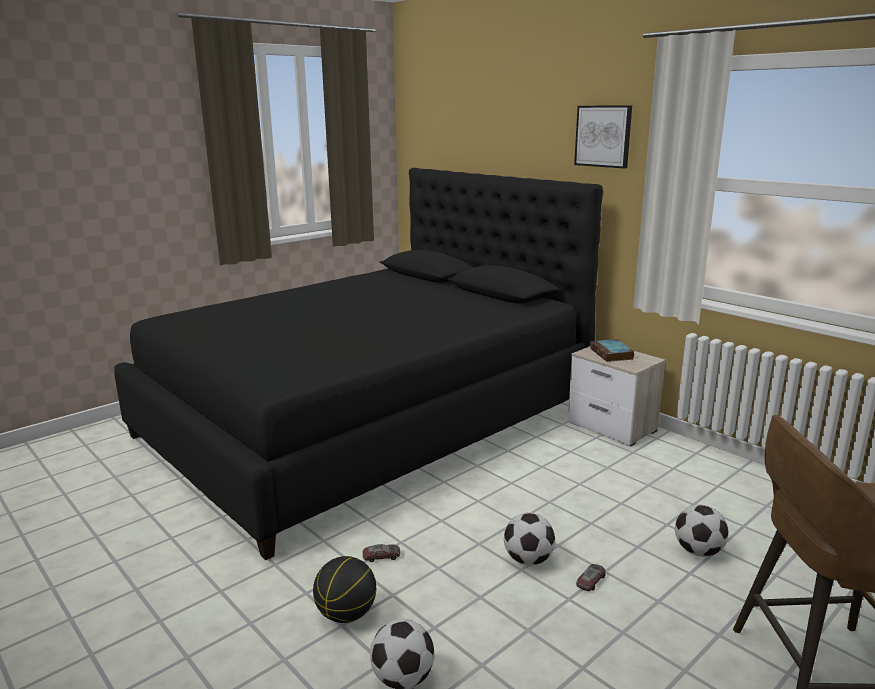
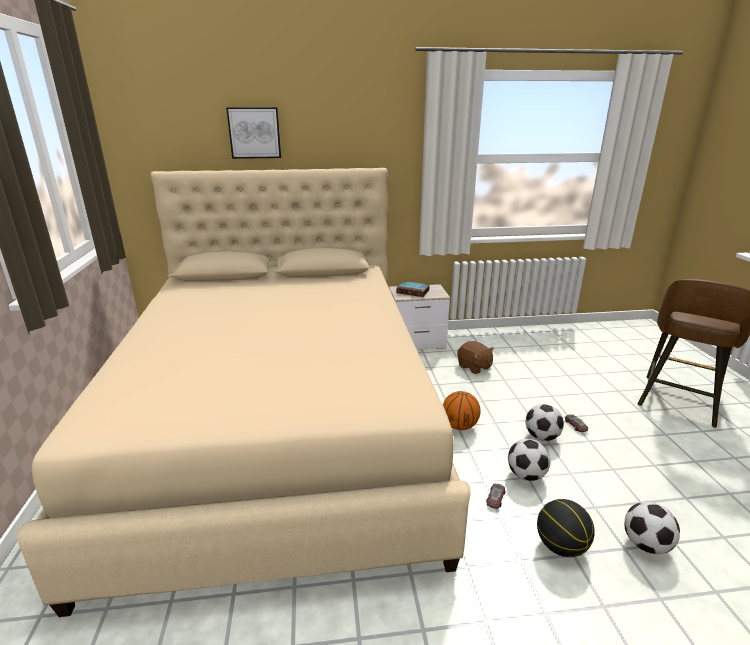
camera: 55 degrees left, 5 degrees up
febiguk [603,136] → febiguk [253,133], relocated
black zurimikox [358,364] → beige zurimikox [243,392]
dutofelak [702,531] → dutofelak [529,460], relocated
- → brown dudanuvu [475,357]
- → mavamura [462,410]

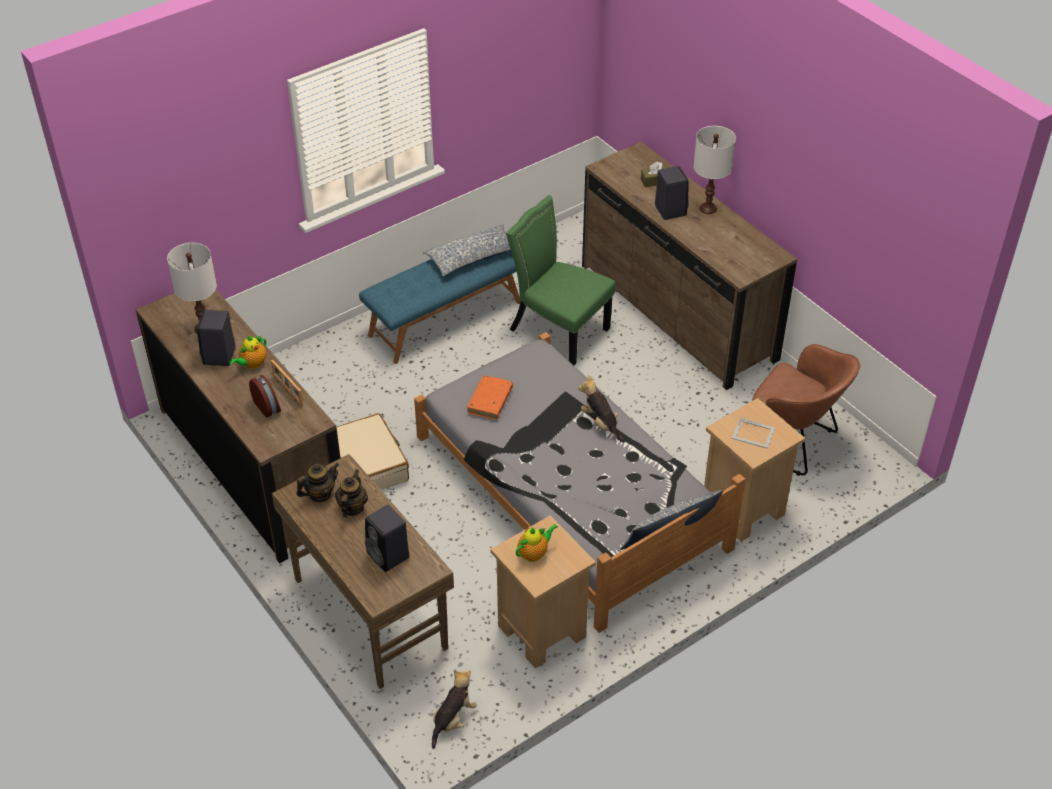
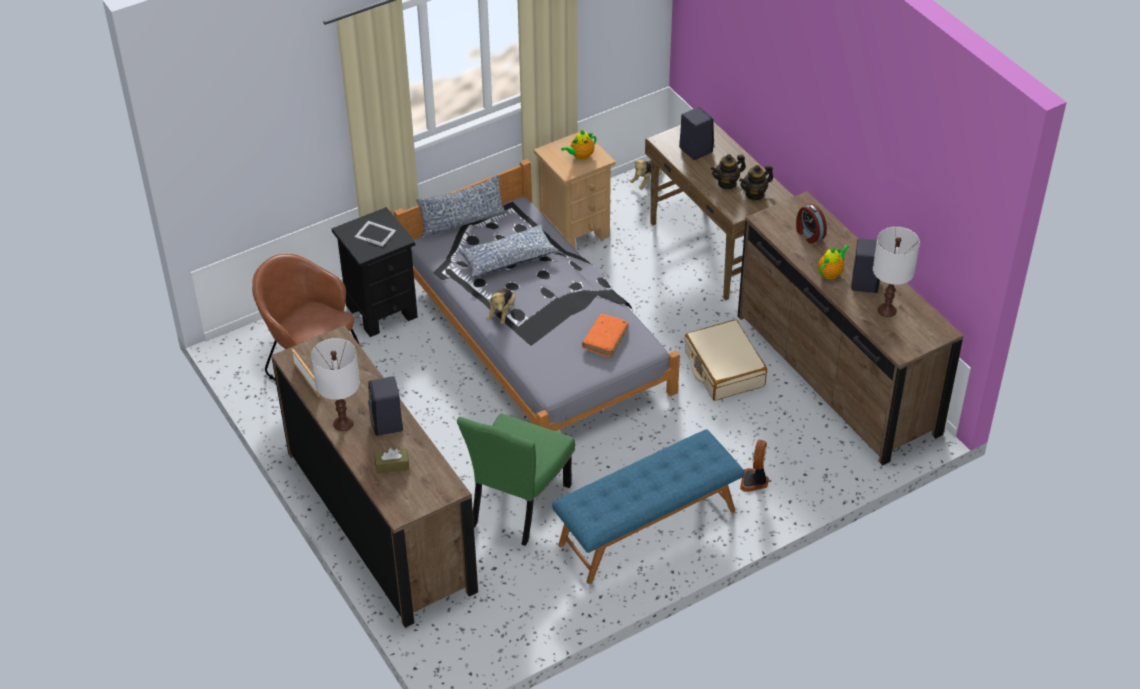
camera: 175 degrees left, 0 degrees up
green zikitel [561,280] → green zikitel [516,480], 75 degrees clockwise
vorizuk [467,250] → vorizuk [508,251], relocated
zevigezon [287,383] → zevigezon [305,373], relocated
dudanuvu [601,409] → dudanuvu [500,306], 45 degrees clockwise
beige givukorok [754,470] → black givukorok [375,272]
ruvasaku [351,493] → ruvasaku [728,171], 45 degrees clockwise
- → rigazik [754,466]

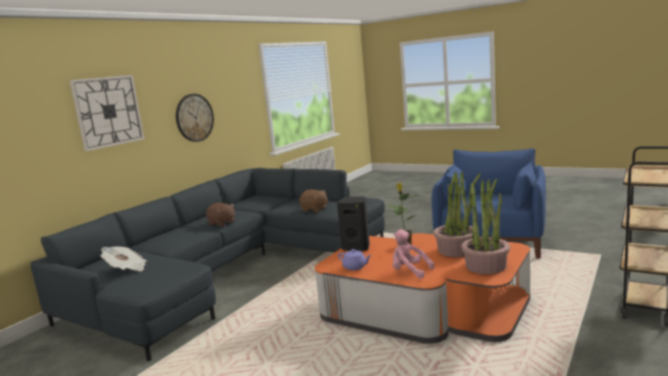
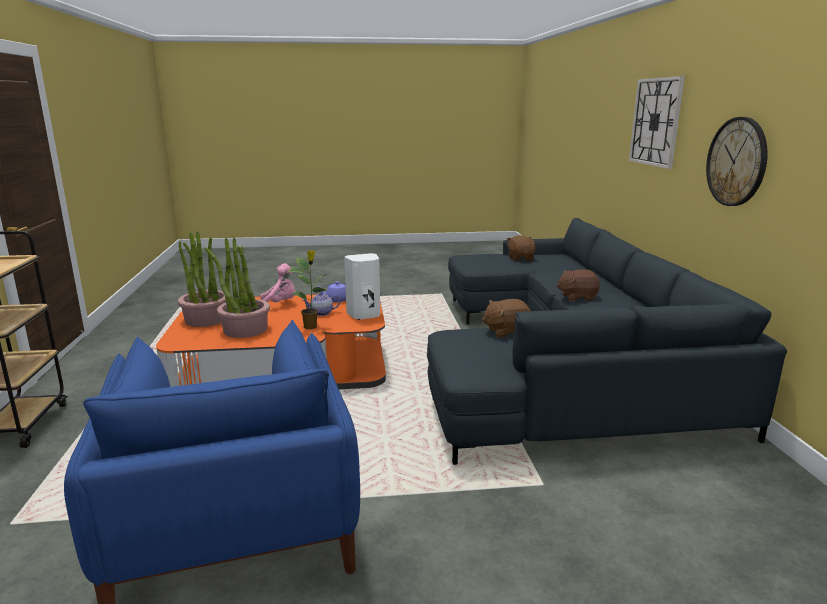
camera: 140 degrees right, 5 degrees up
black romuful [353,223] → white romuful [362,286]
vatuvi [124,258] → brown dudanuvu [521,248]
- → ruvasaku [321,304]

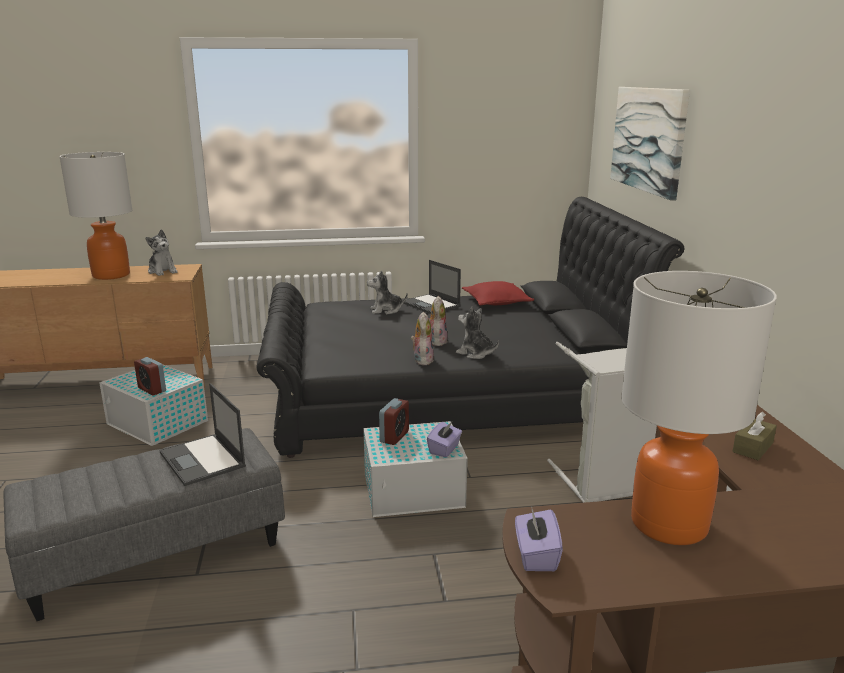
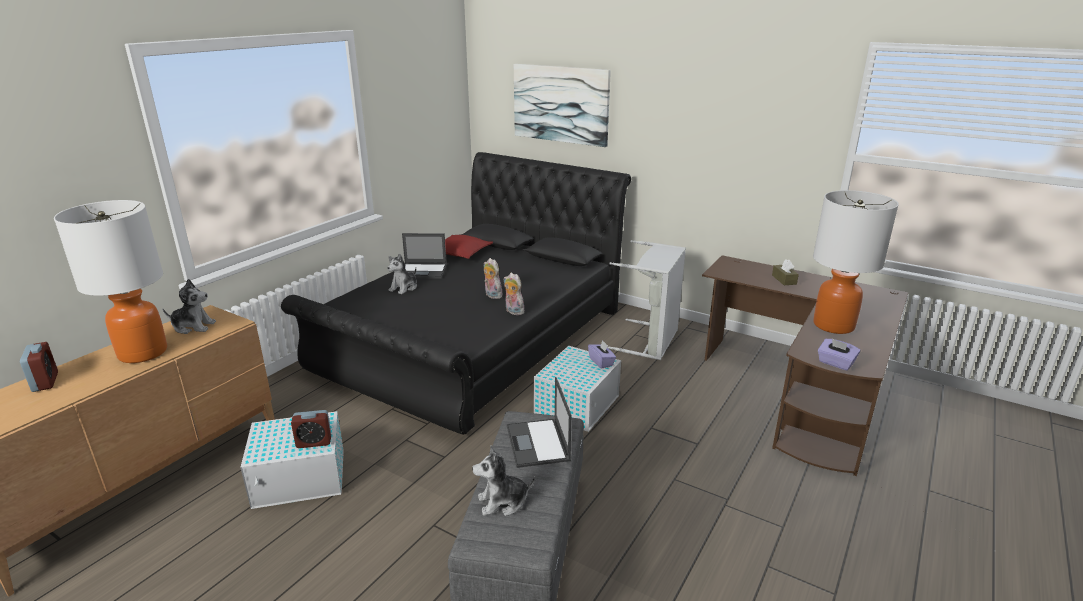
camera: 50 degrees left, 5 degrees up
dudanuvu [477,333] → dudanuvu [504,481], relocated
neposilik [202,434] → neposilik [539,422], 75 degrees clockwise
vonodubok [394,421] → vonodubok [39,367], relocated

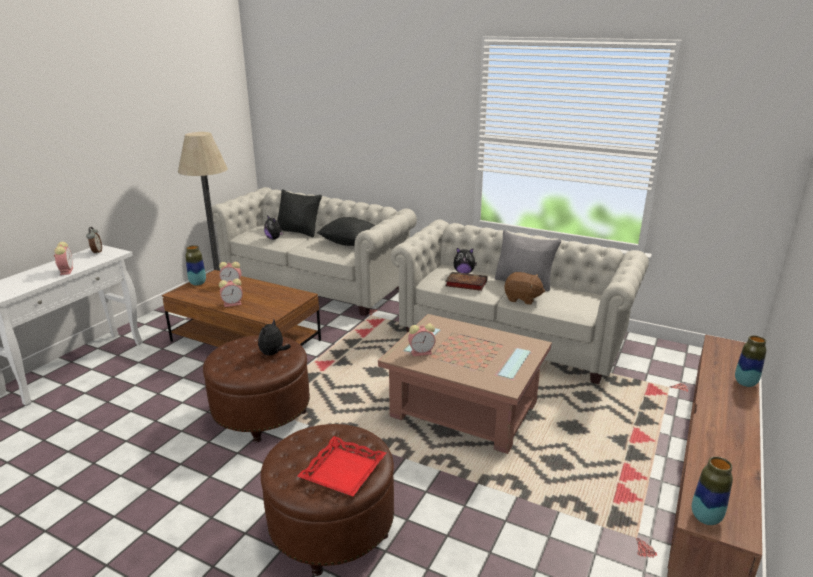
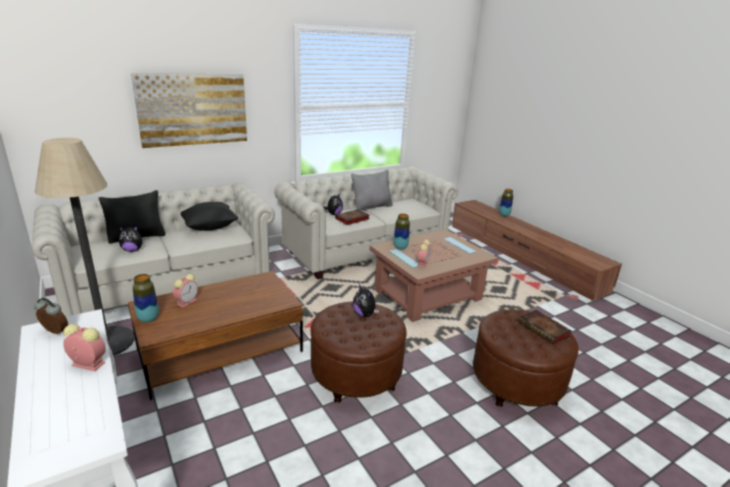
camera: 60 degrees left, 0 degrees up
brown dudanuvu [524,288] → -
vonodubok [231,293] → -
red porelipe [341,466] → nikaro [545,327]
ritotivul [712,491] → ritotivul [401,232], relocated
- → febiguk [189,111]

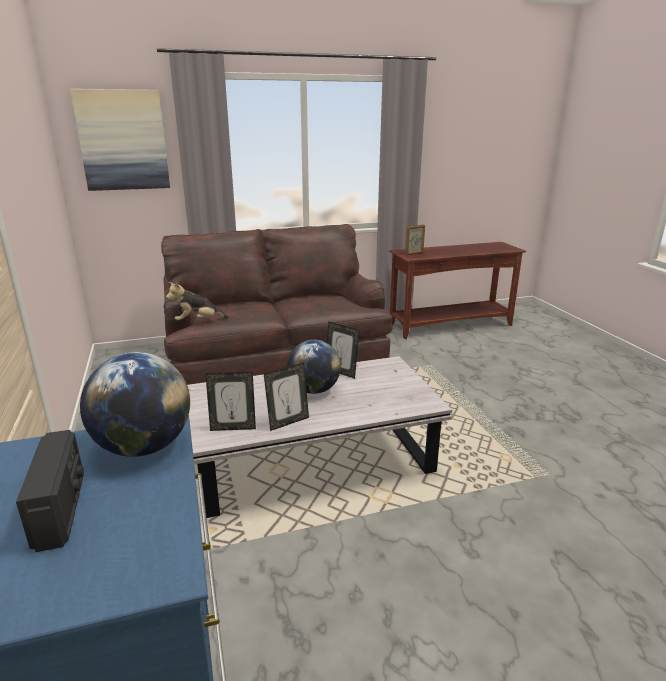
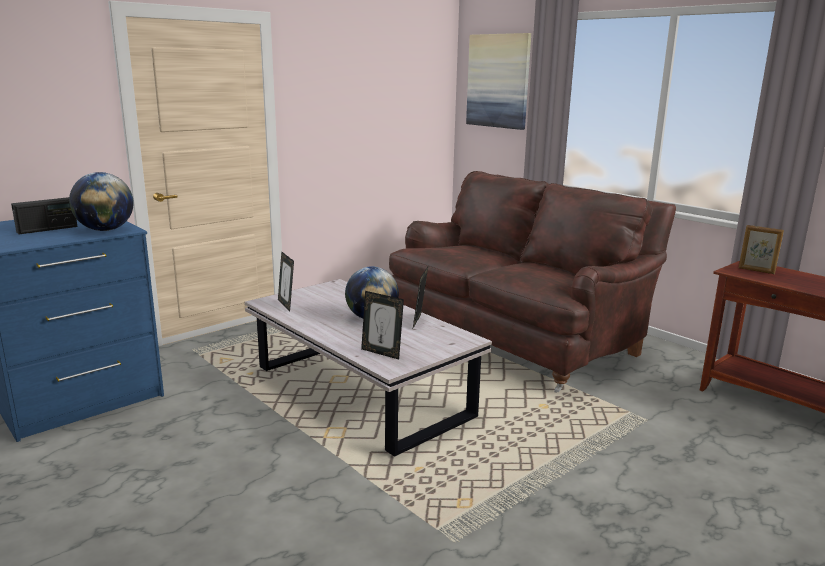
camera: 65 degrees right, 5 degrees down
dudanuvu [197,301] → -
zevigezon [286,397] → zevigezon [382,325], relocated

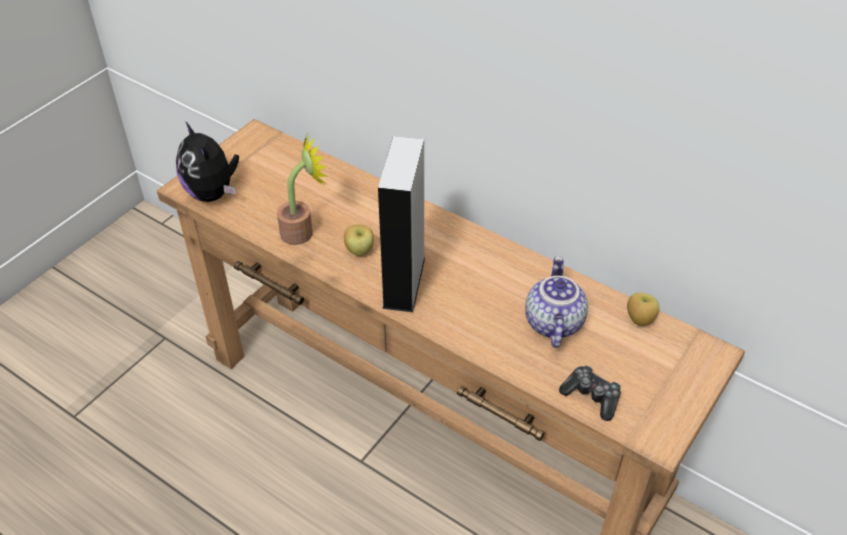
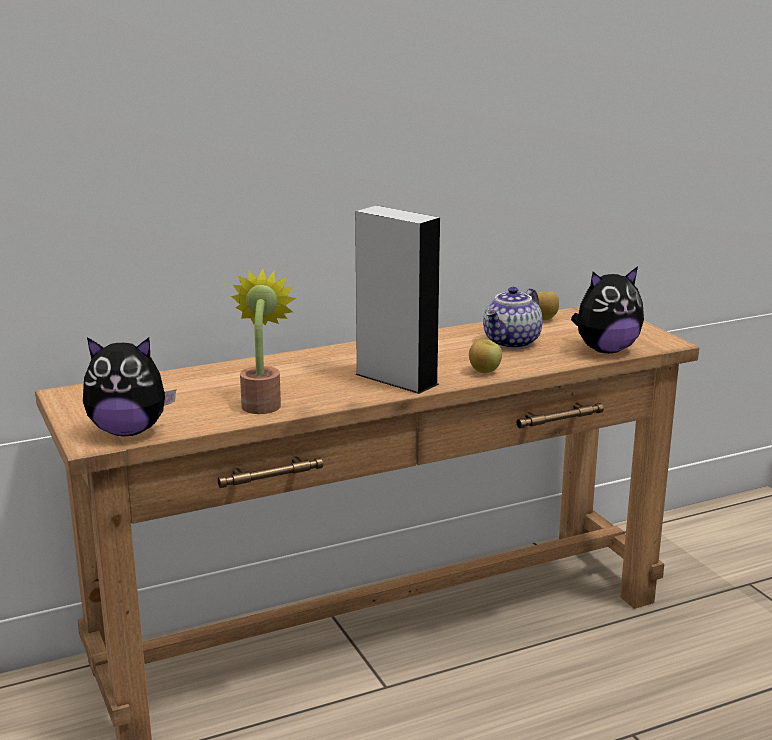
camera: 60 degrees left, 25 degrees down
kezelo [359,240] → kezelo [485,356], relocated
ruvasaku [556,302] → ruvasaku [512,318], 90 degrees counterclockwise
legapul [590,393] → dudanuvu [607,309]

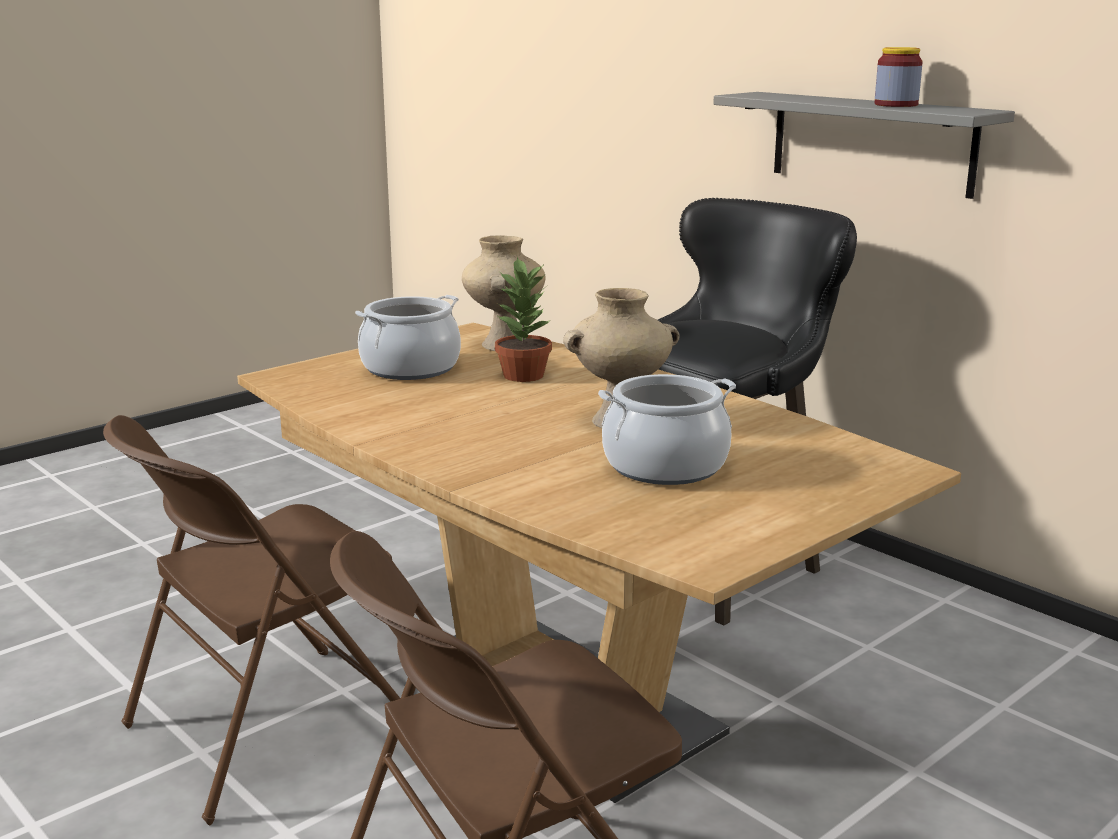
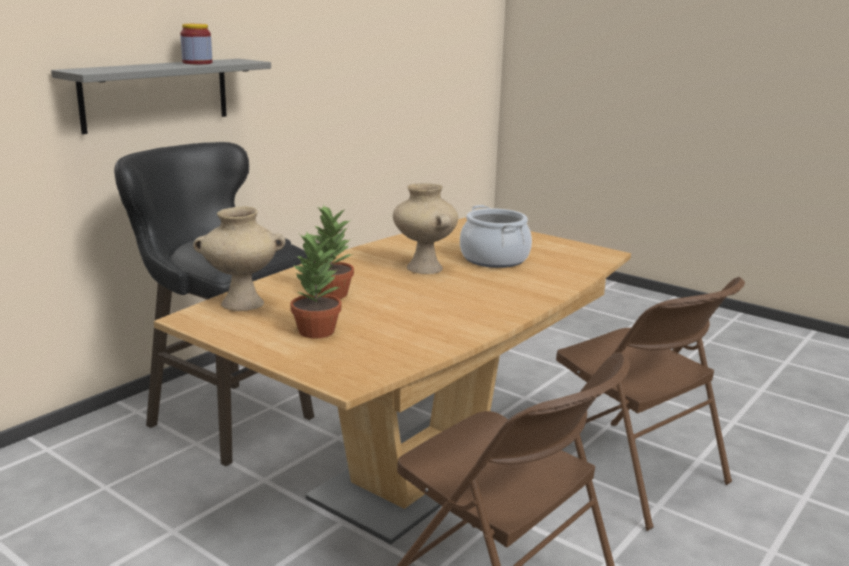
camera: 100 degrees left, 0 degrees up
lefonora [408,337] → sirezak [316,285]

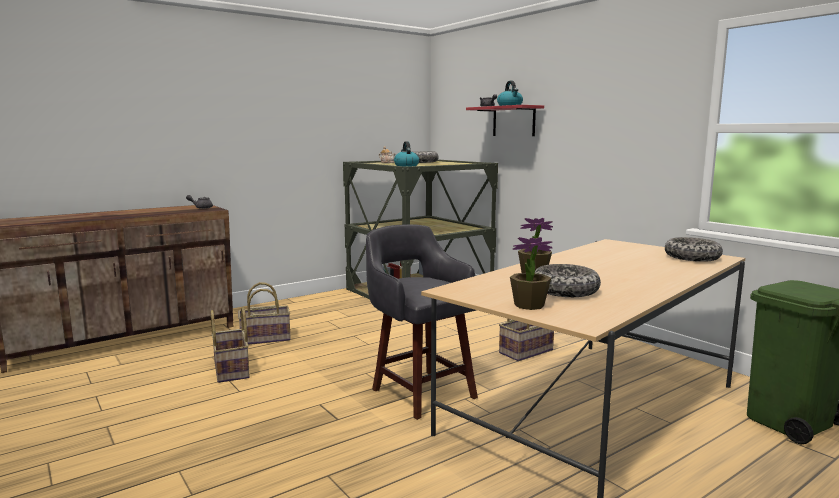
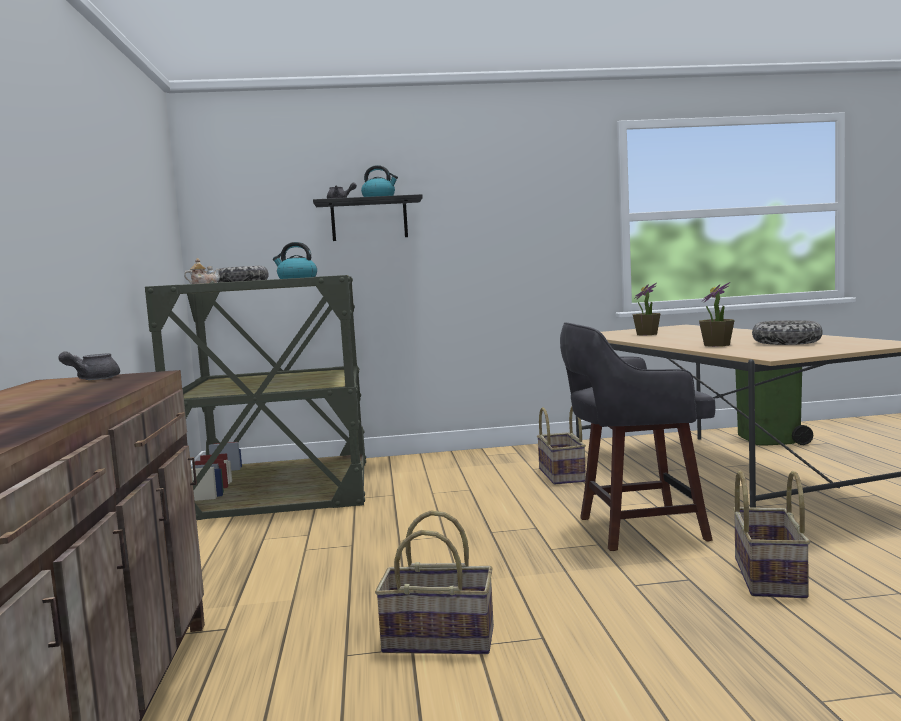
camera: 60 degrees left, 5 degrees down
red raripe [505,120] → black raripe [368,217]
sirezak [531,273] → sirezak [646,309], relocated
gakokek [694,249] → -
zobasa [264,313] → zobasa [771,534], relocated

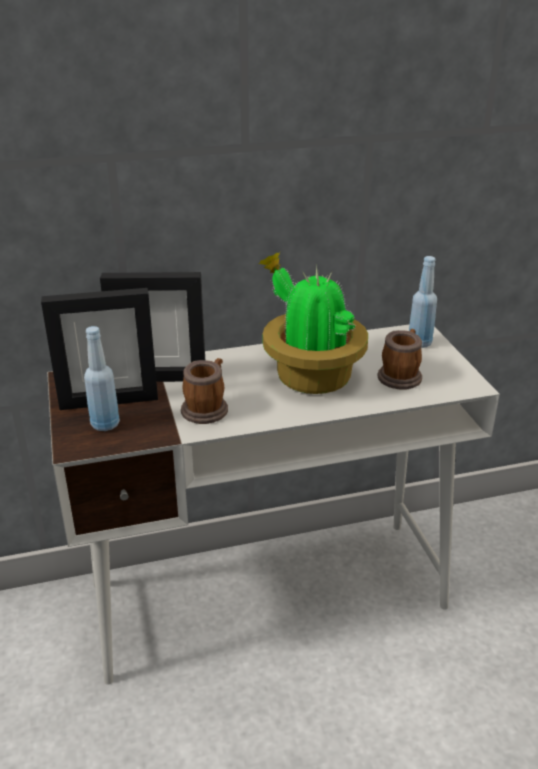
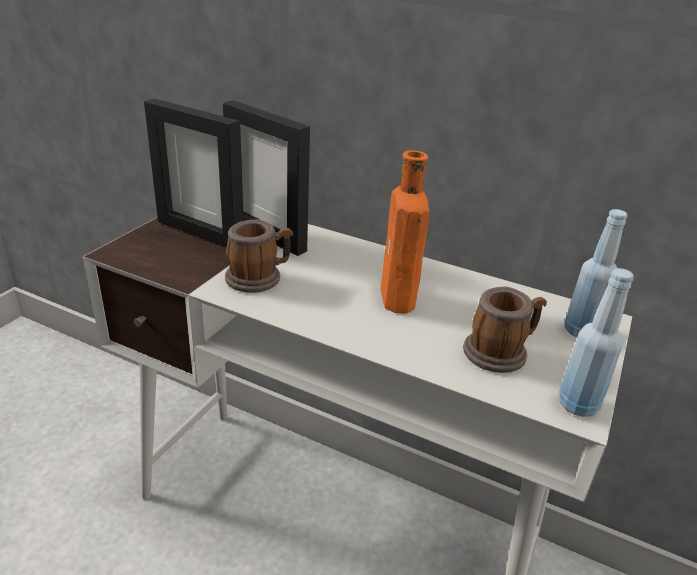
camera: 40 degrees right, 0 degrees up
sirezak [313,323] → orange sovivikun [405,231]
blue sovivikun [102,378] → blue sovivikun [596,342], relocated

